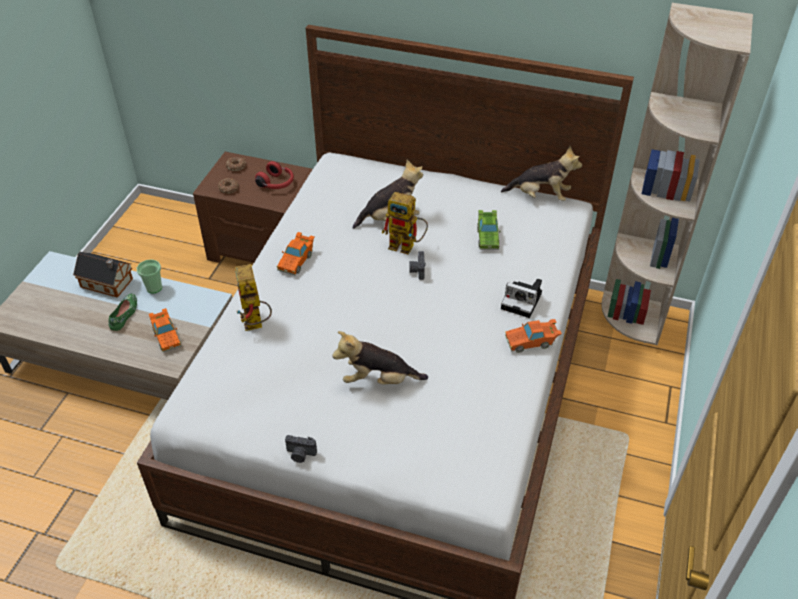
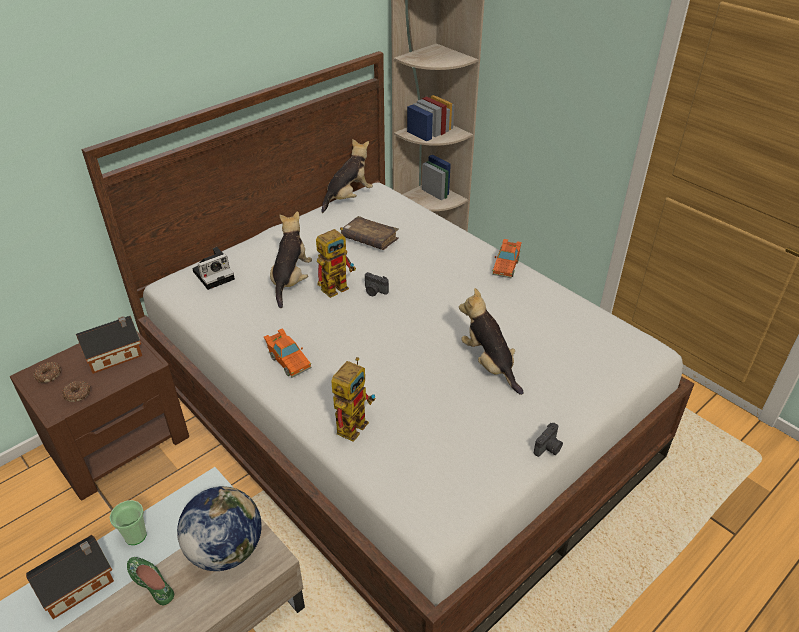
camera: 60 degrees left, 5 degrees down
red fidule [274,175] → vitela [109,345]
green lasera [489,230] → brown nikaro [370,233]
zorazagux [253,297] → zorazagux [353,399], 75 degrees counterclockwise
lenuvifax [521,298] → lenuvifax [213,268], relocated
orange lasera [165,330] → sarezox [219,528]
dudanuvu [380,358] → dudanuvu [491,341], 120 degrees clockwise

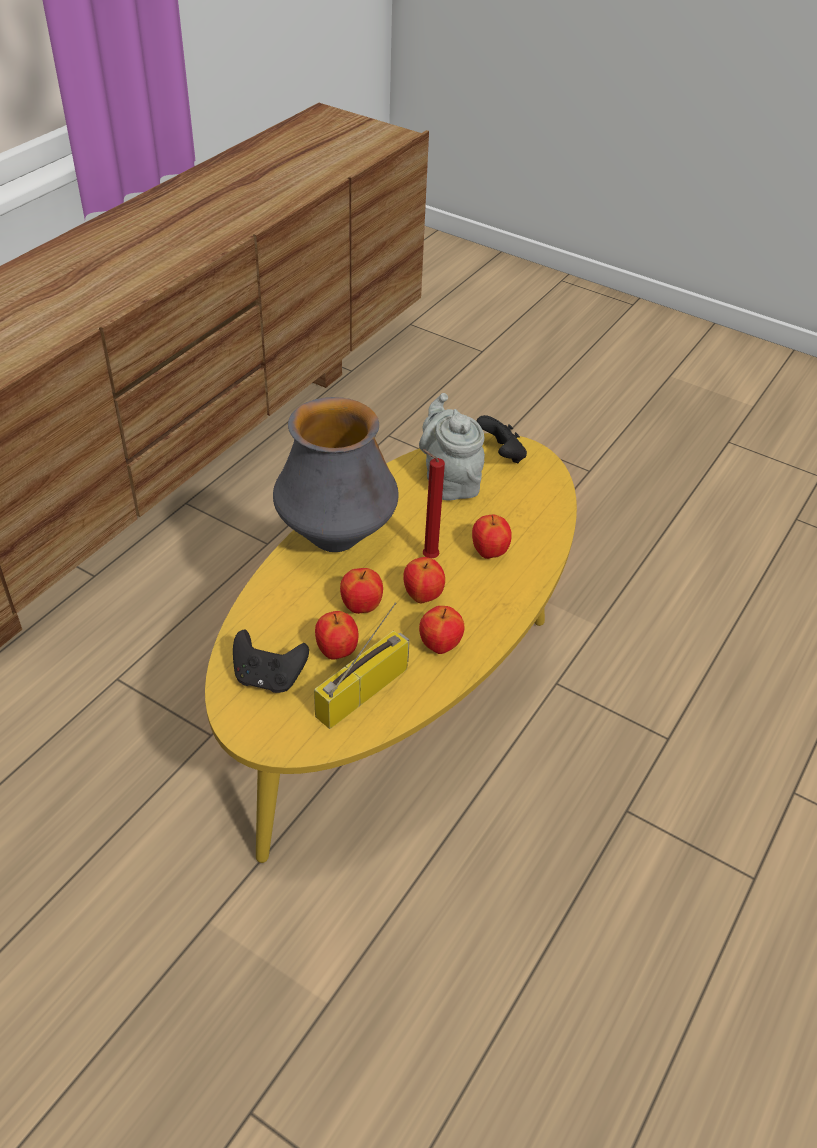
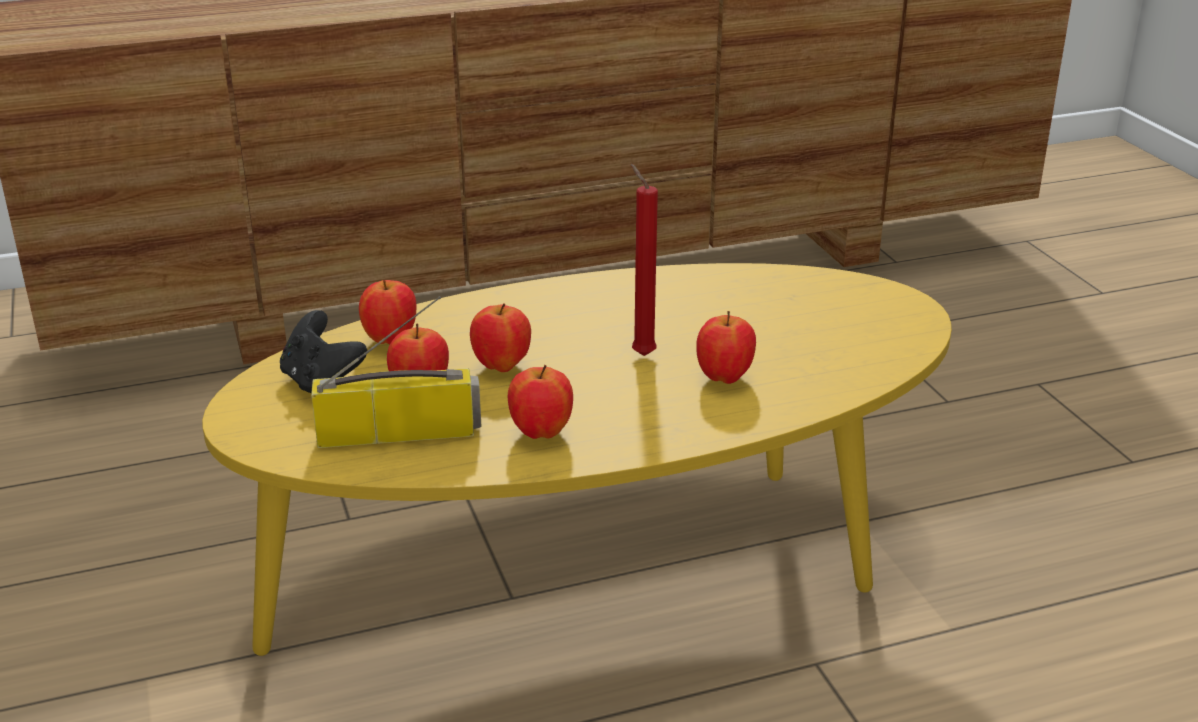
camera: 40 degrees right, 15 degrees down
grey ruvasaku [452,447] → -
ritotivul [335,474] → -
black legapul [502,439] → -
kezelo [424,580] → kezelo [387,312], relocated

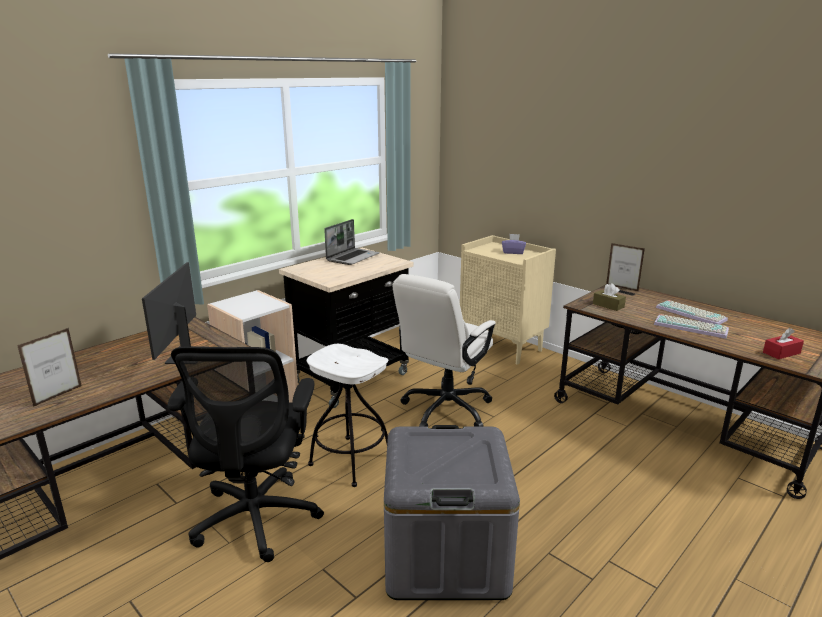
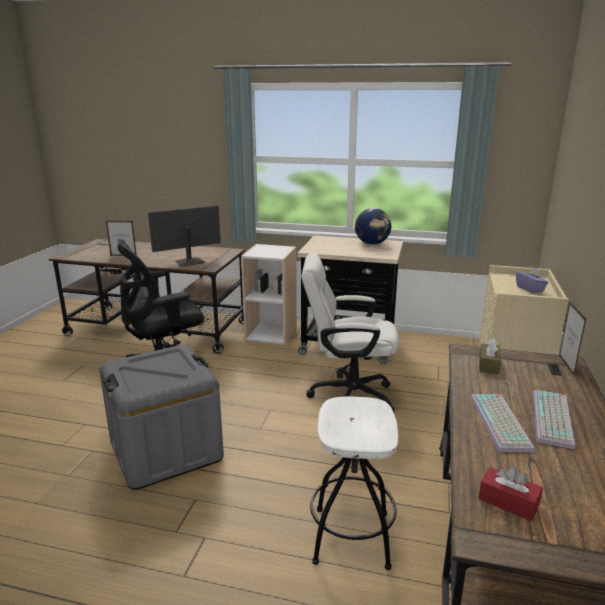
camera: 60 degrees right, 0 degrees up
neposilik [351,242] → sarezox [373,226]
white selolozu [347,415] → white selolozu [354,483], relocated

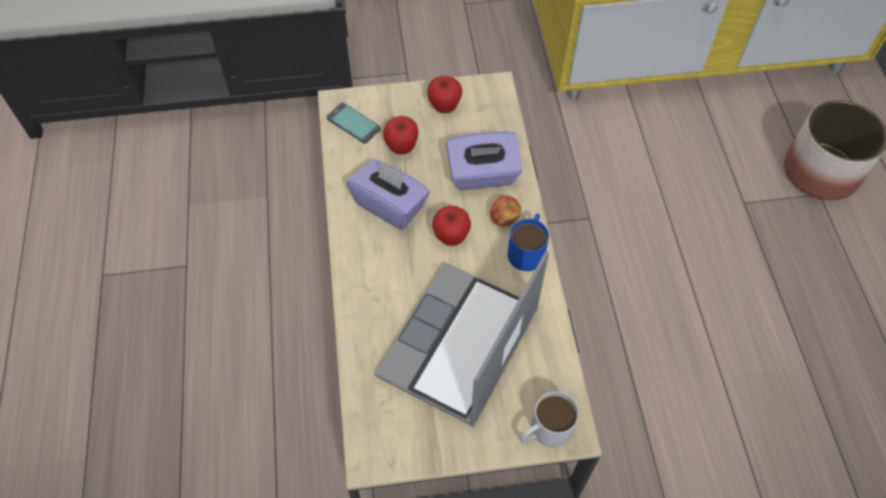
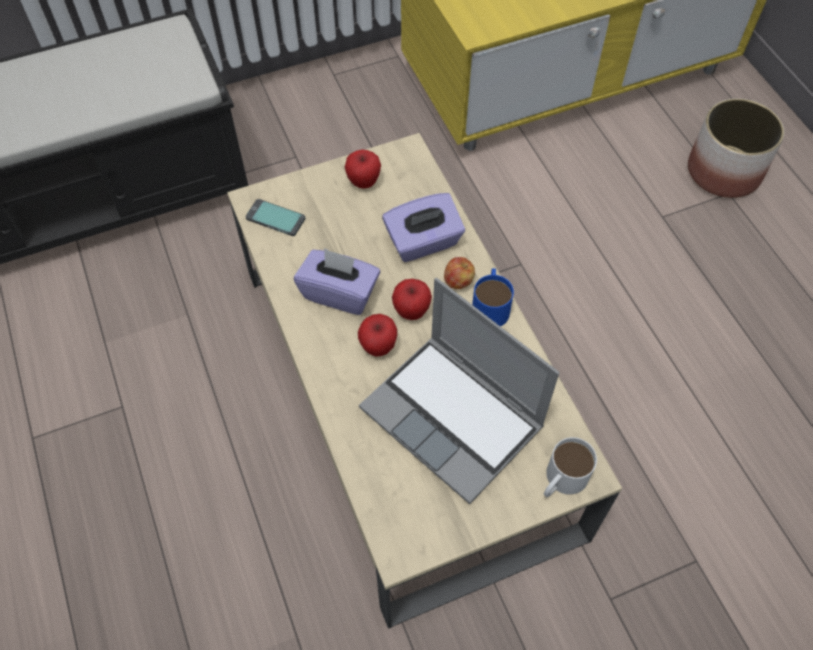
camera: 15 degrees left, 0 degrees up
kezelo [401,135] → kezelo [377,335], relocated
neposilik [462,338] → neposilik [459,391], 60 degrees counterclockwise

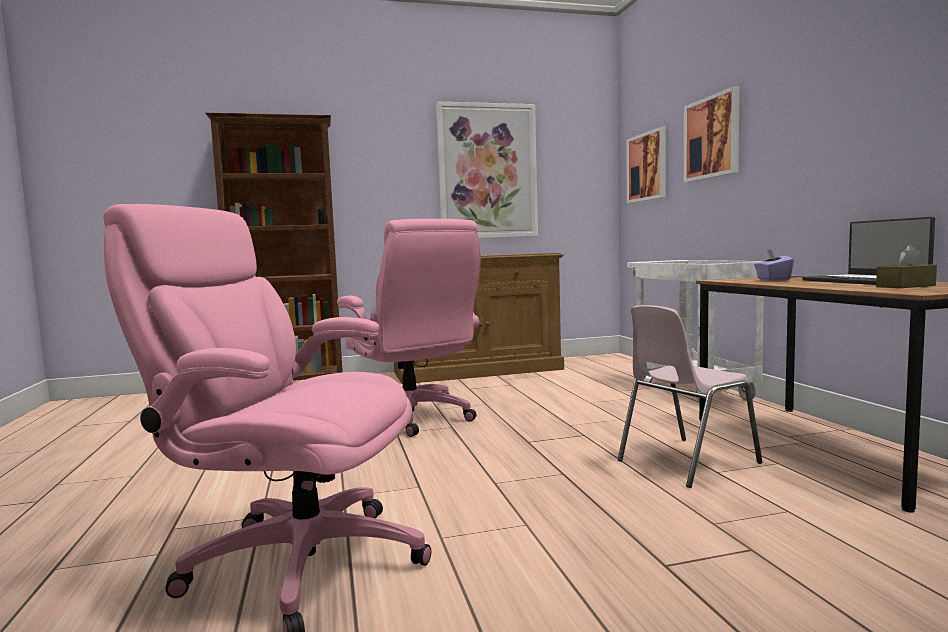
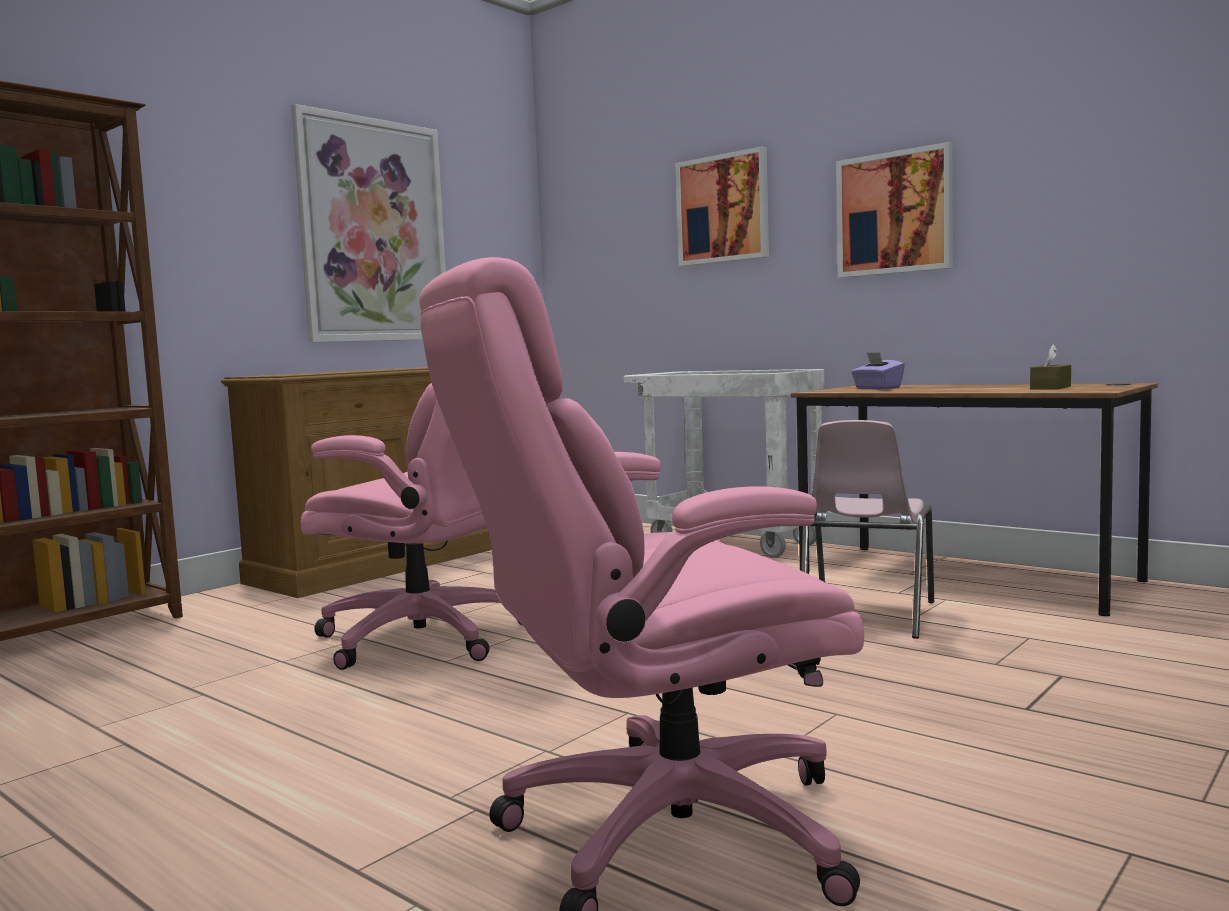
camera: 35 degrees left, 0 degrees up
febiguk [646,165] → febiguk [894,210], relocated
neposilik [868,251] → -

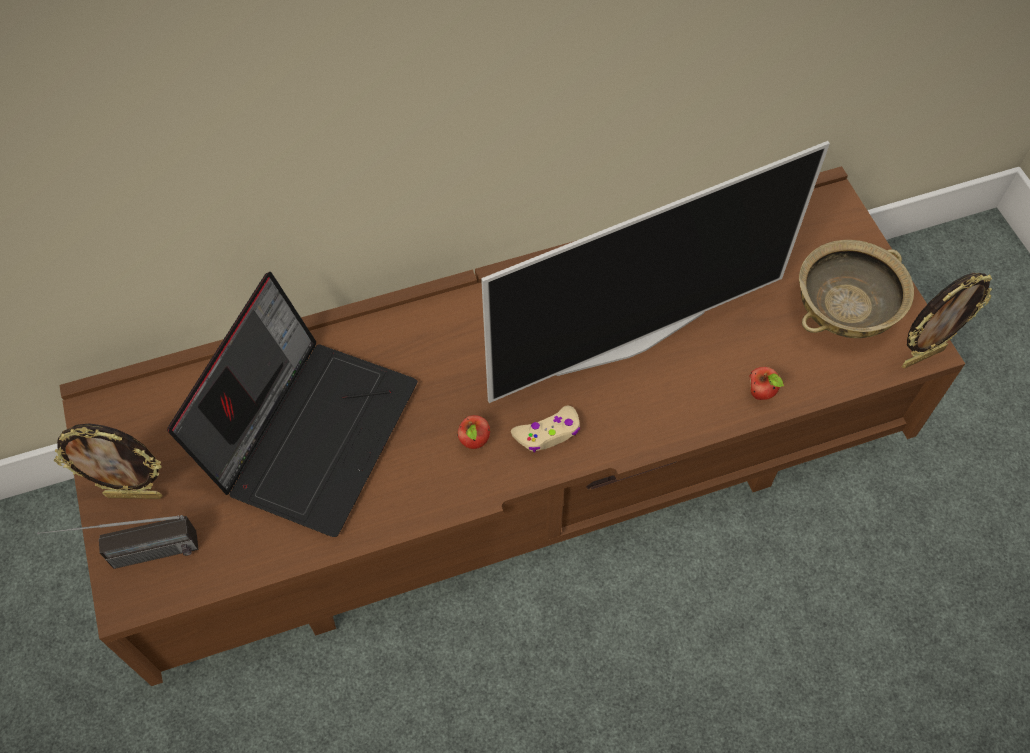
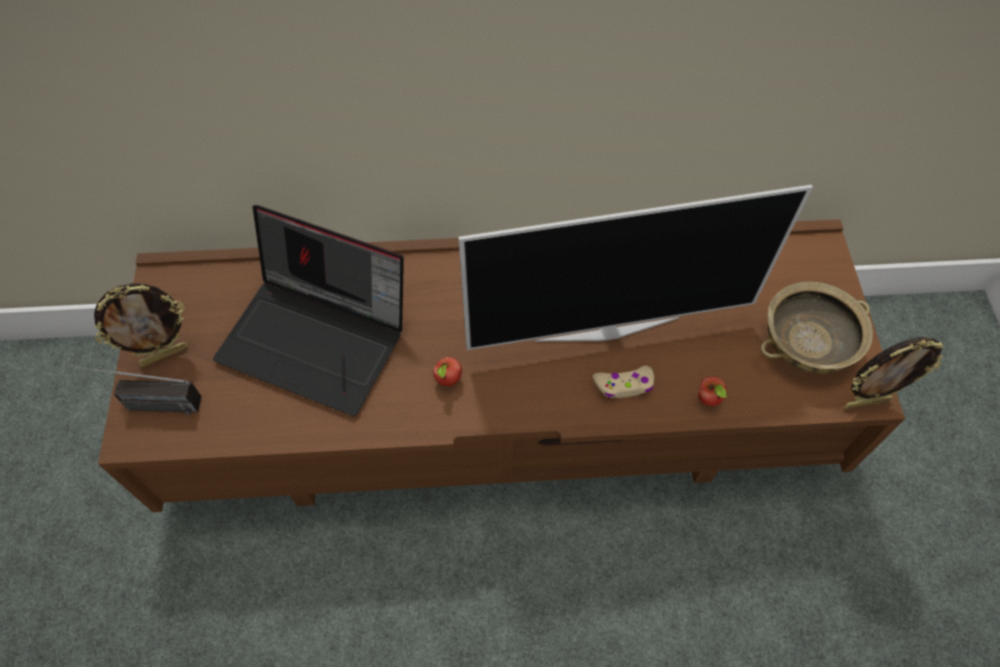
camera: 15 degrees right, 0 degrees up
neposilik [292,404] → neposilik [308,310], 75 degrees clockwise
beige legapul [545,429] → beige legapul [623,382], relocated
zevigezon [108,461] → zevigezon [141,325], 45 degrees counterclockwise

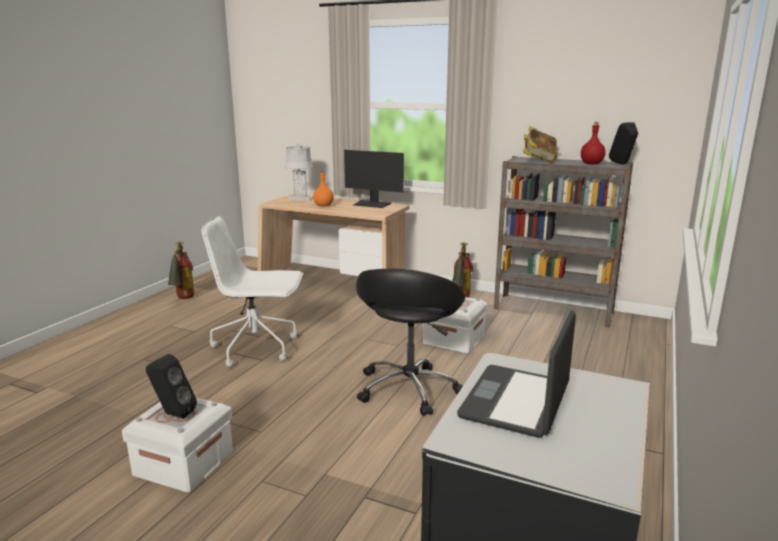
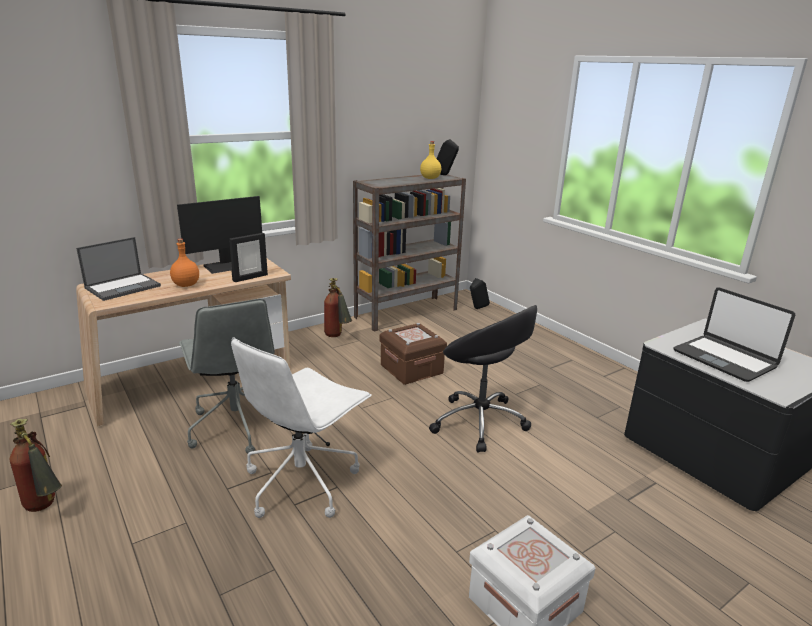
camera: 60 degrees left, 5 degrees up
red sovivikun [593,143] → yellow sovivikun [430,160]
nikaro [541,144] → -
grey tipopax [299,172] → neposilik [118,269]
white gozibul [455,325] → brown gozibul [413,354]
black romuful [171,386] → black romuful [480,293], relocated
- → zevigezon [248,257]
- → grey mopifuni [227,376]

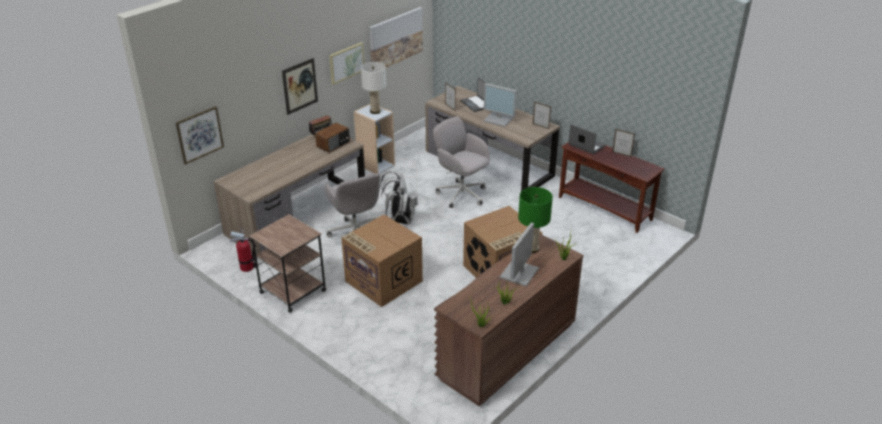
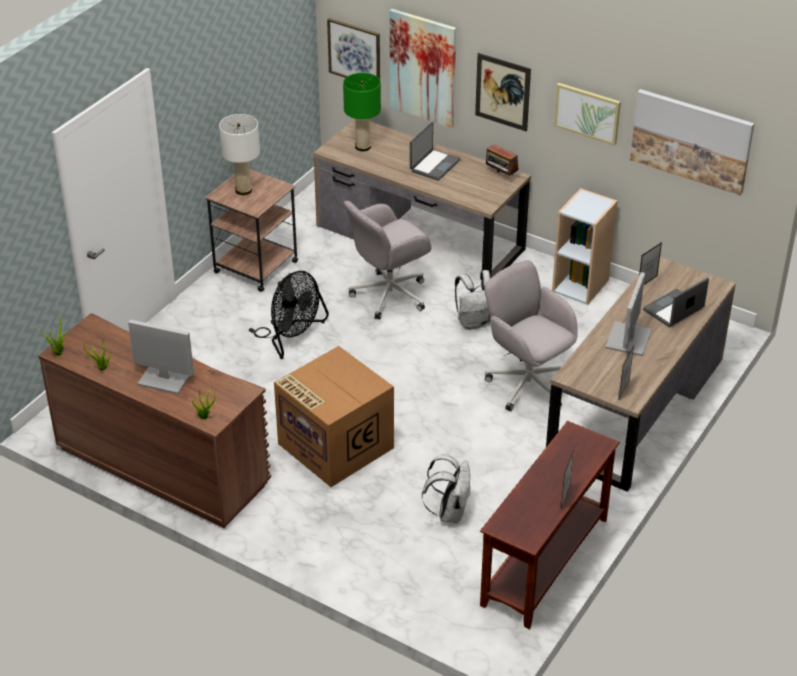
camera: 80 degrees right, 5 degrees up
white tipopax [373,88] → white tipopax [239,154], relocated
grey mopifuni [461,162] → grey mopifuni [531,335], 75 degrees counterclockwise
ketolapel [332,138] → -
neposilik [587,139] → neposilik [435,151], relocated
green tipopax [535,220] → green tipopax [362,112], relocated
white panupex [401,207] → white panupex [446,489], relocated
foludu [382,261] → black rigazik [289,315]
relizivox [243,250] → -
- → febiguk [423,68]

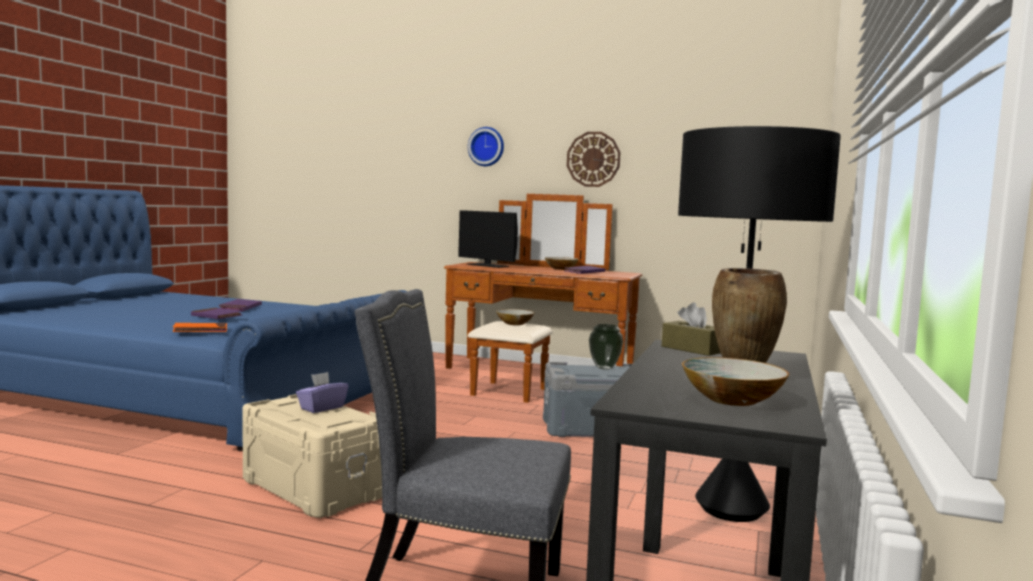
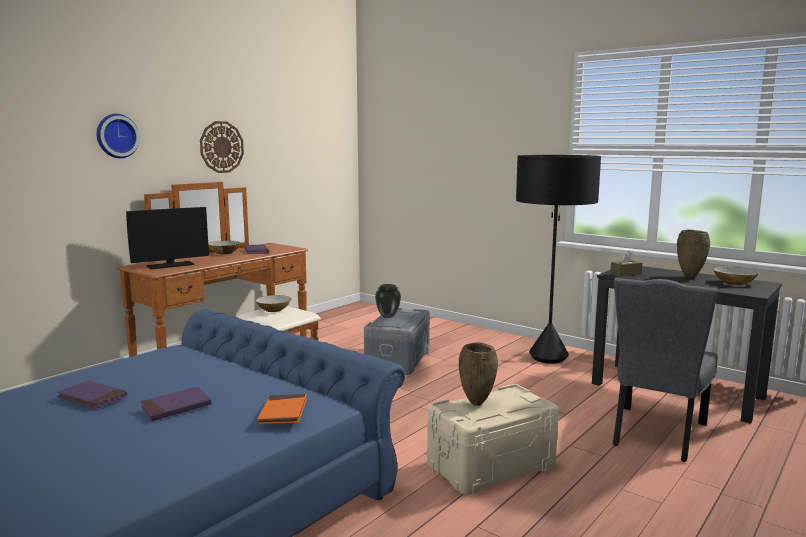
camera: 70 degrees left, 5 degrees up
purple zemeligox [322,392] → brown ritotivul [478,374]

